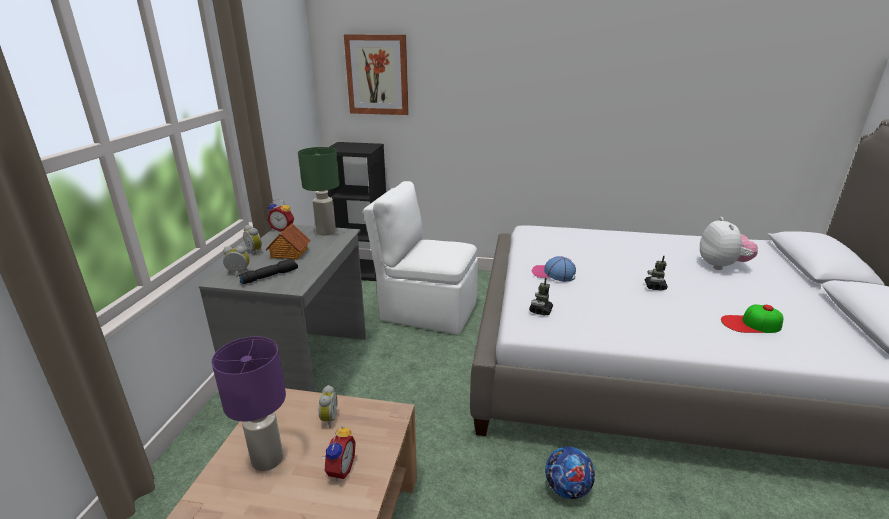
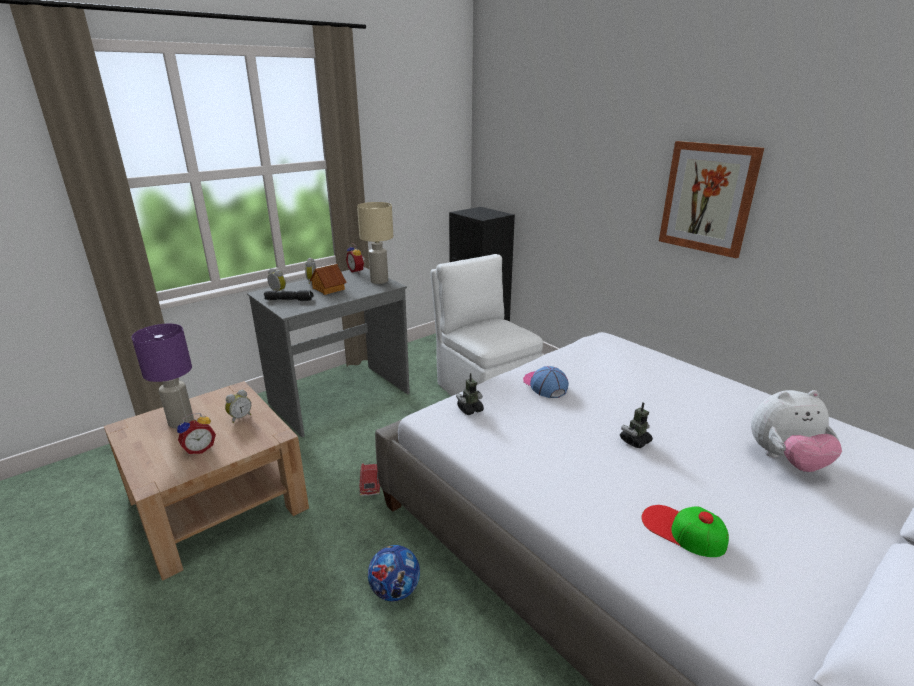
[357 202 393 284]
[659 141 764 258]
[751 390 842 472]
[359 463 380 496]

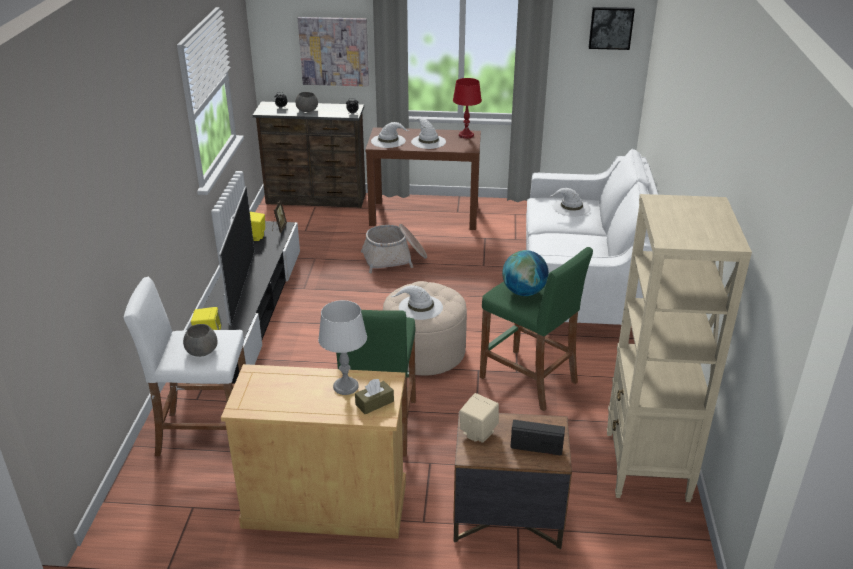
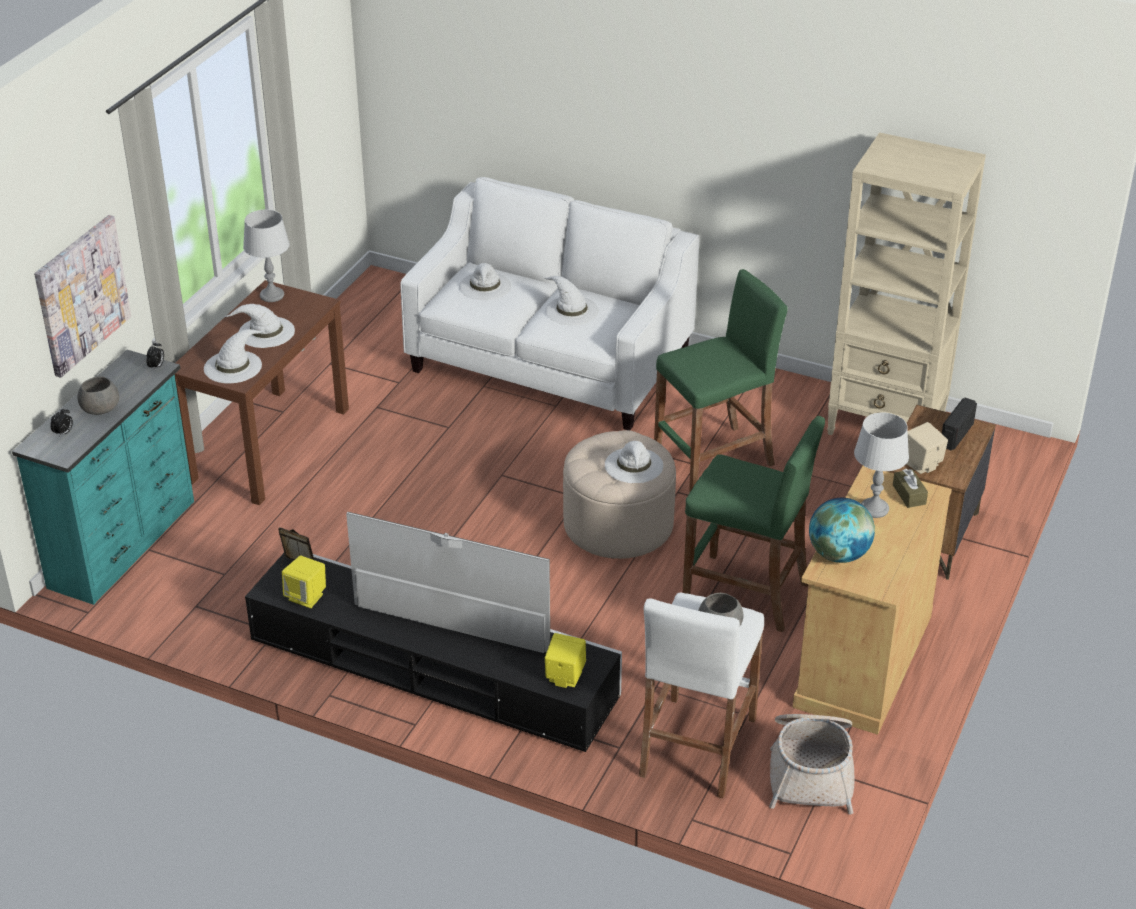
[12 350 194 605]
[769 714 854 814]
[243 210 290 302]
[809 498 875 563]
[589 7 635 50] (first image)
[542 276 599 326]

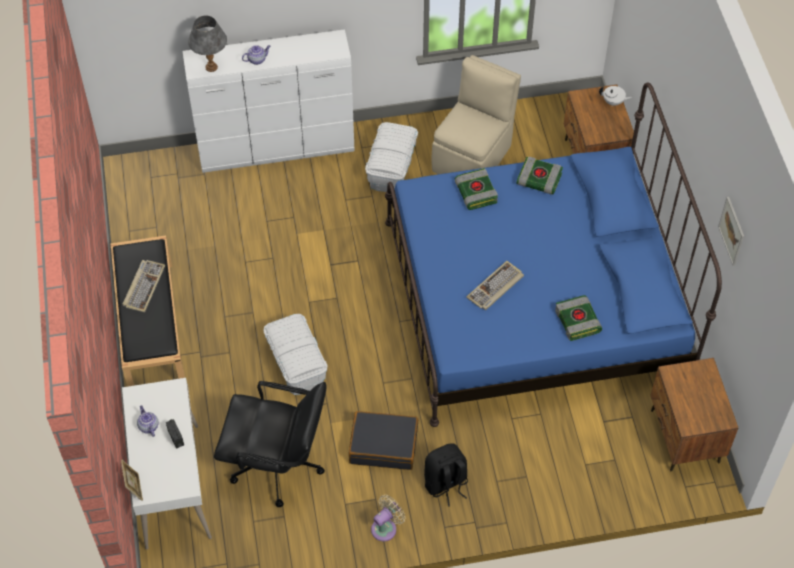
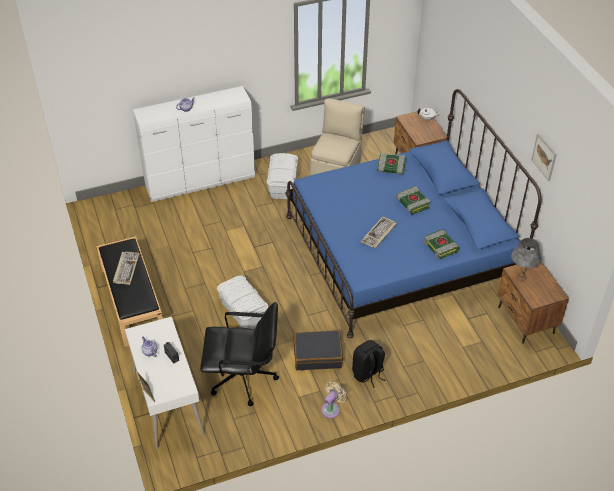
[511 238 542 281]
[396 187 430 214]

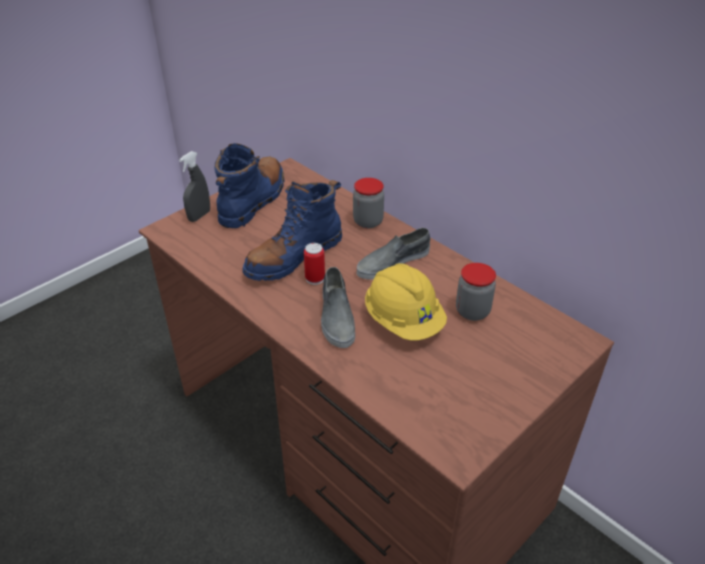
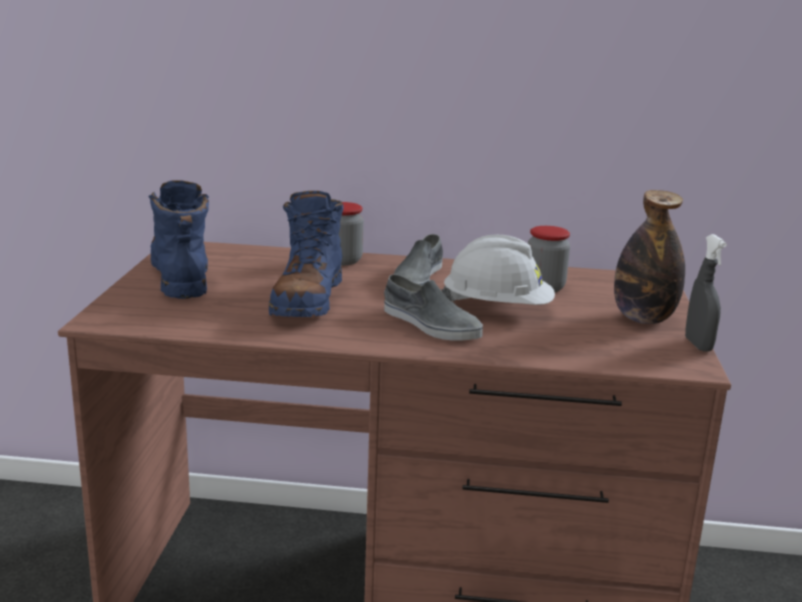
[685 234 727 352]
[304 243 325 285] (first image)
[441 235 555 305]
[614 190 685 324]

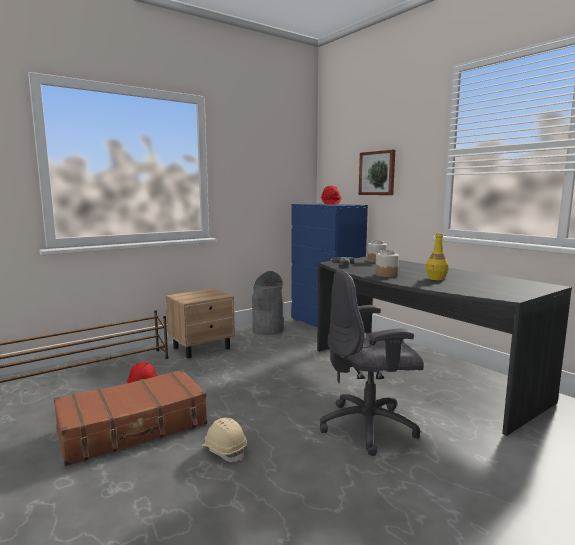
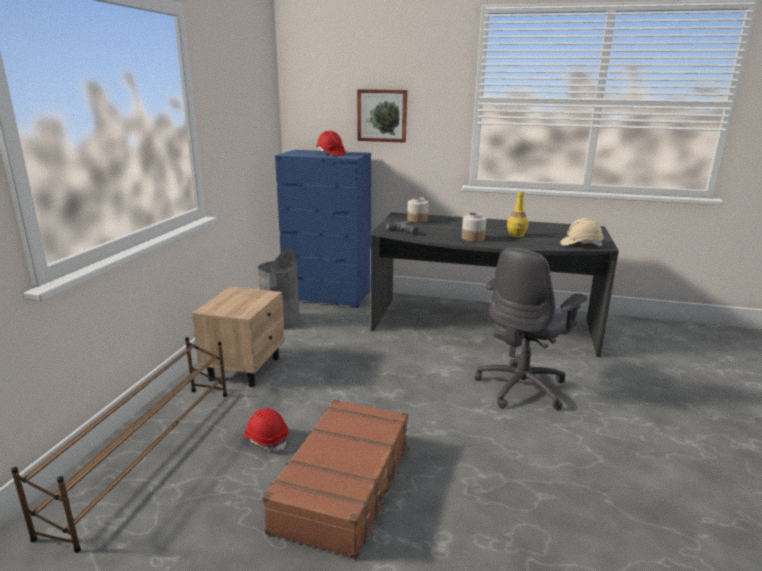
[560 218 604 246]

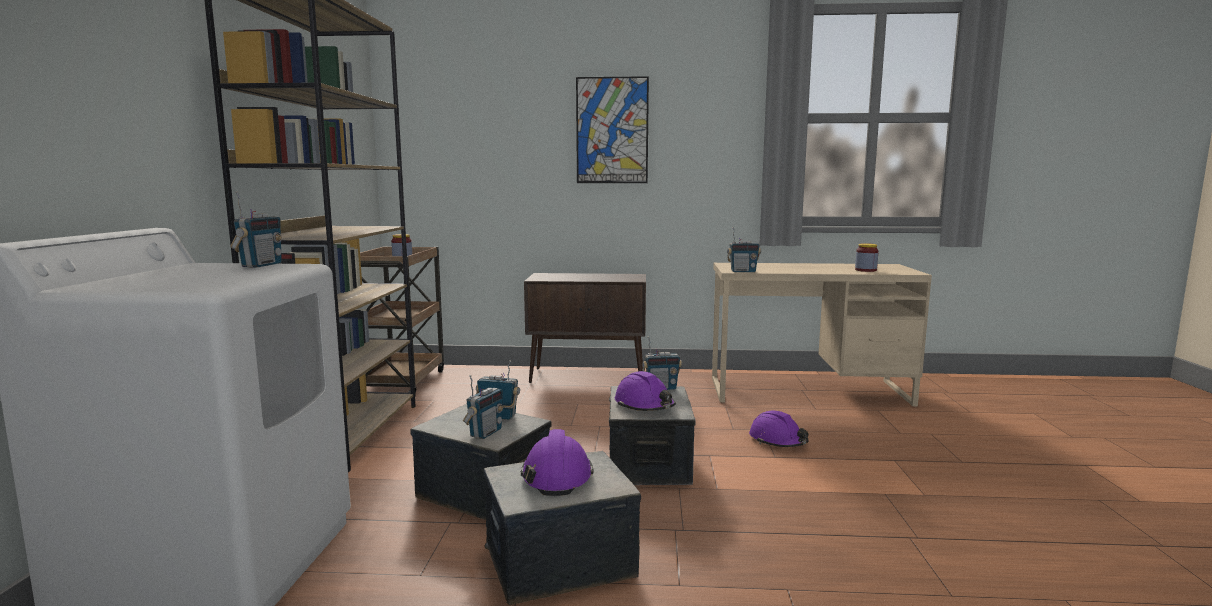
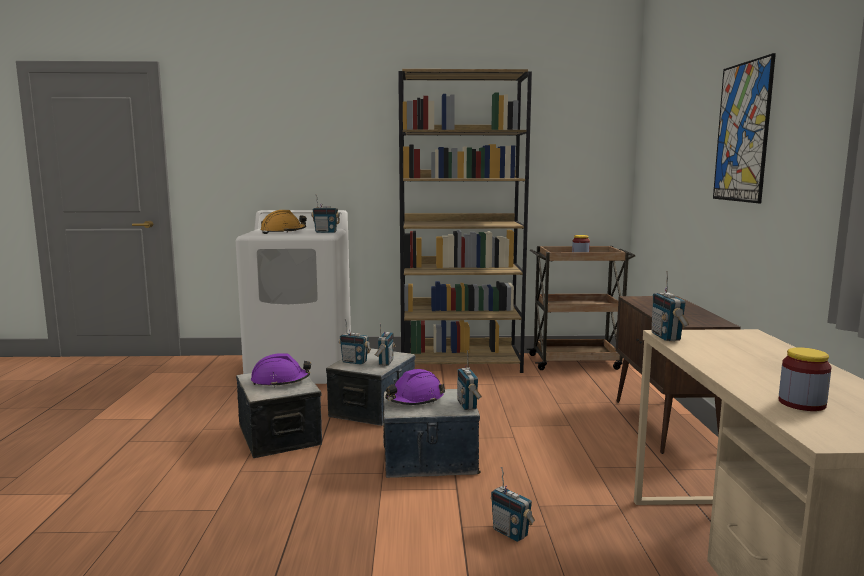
[491 467 535 542]
[261 210 307 234]

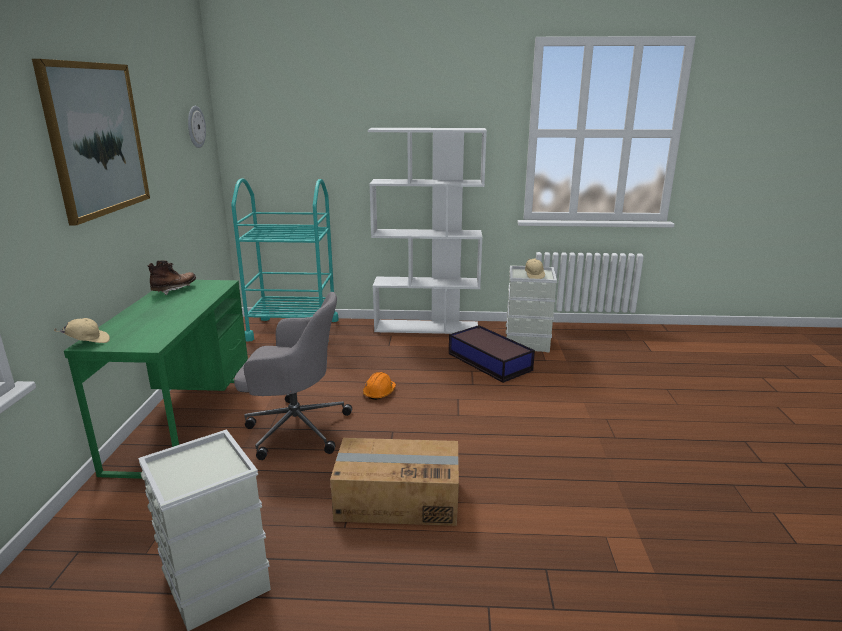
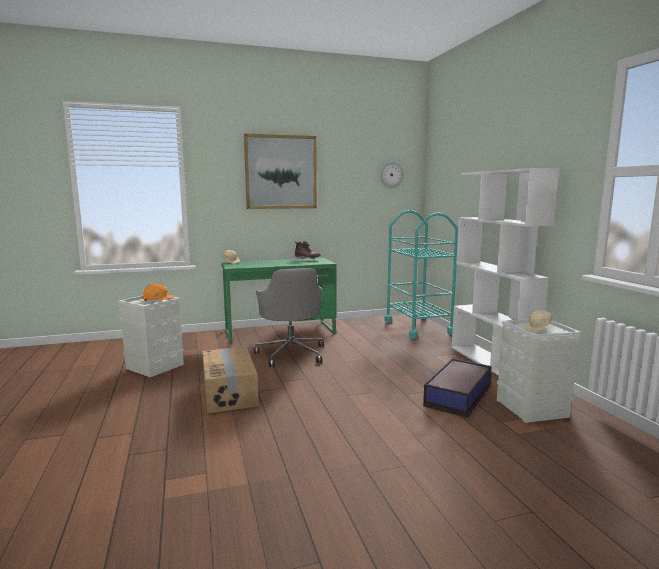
[141 283 174 301]

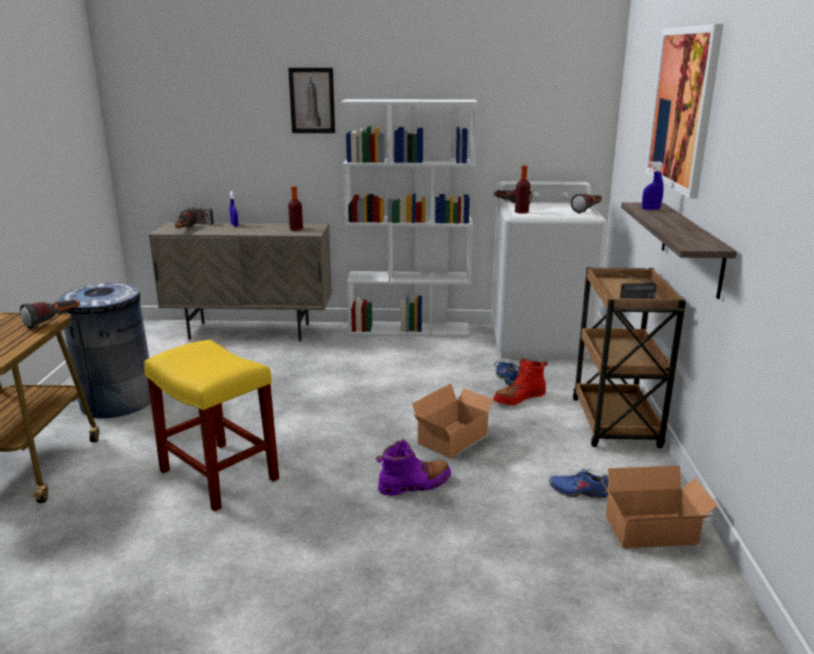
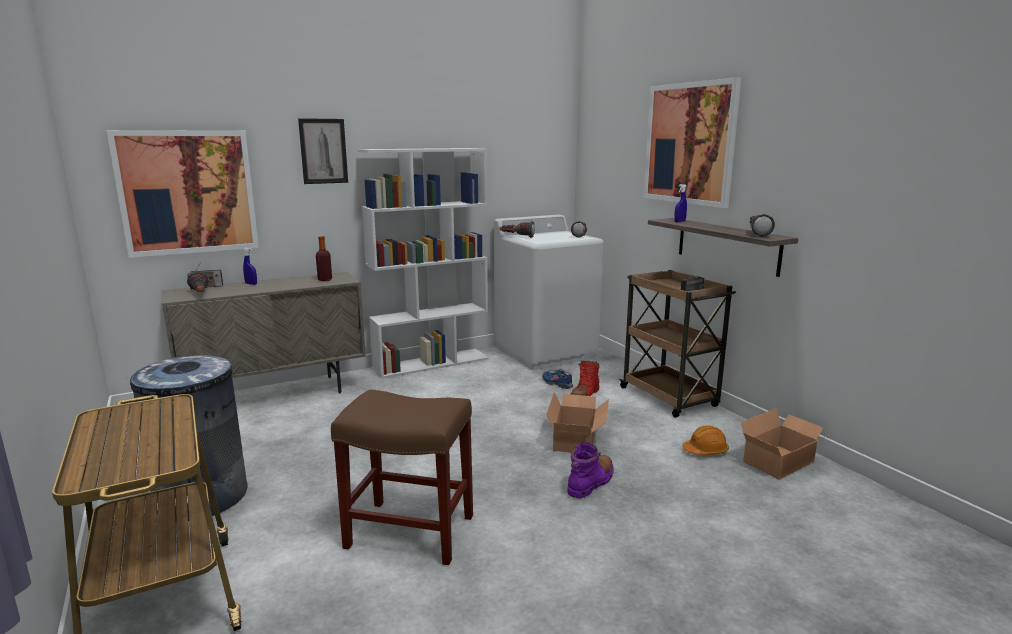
[750 214 775 237]
[331 390 473 565]
[515 165 530 214] (first image)
[683 425 729 455]
[107 130 259 258]

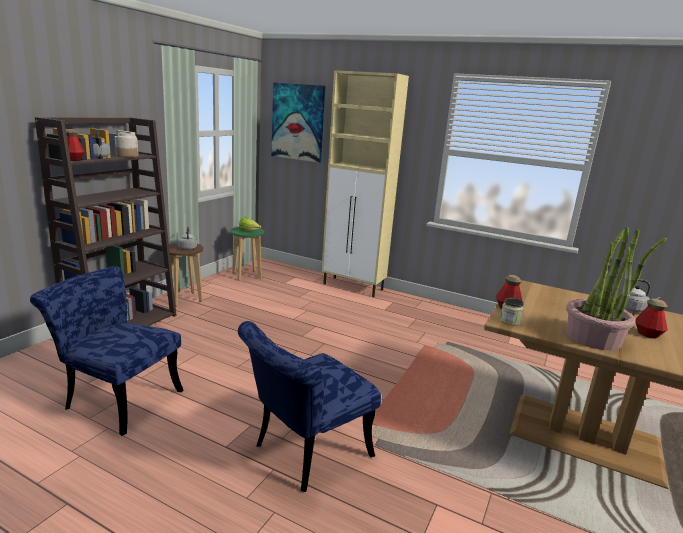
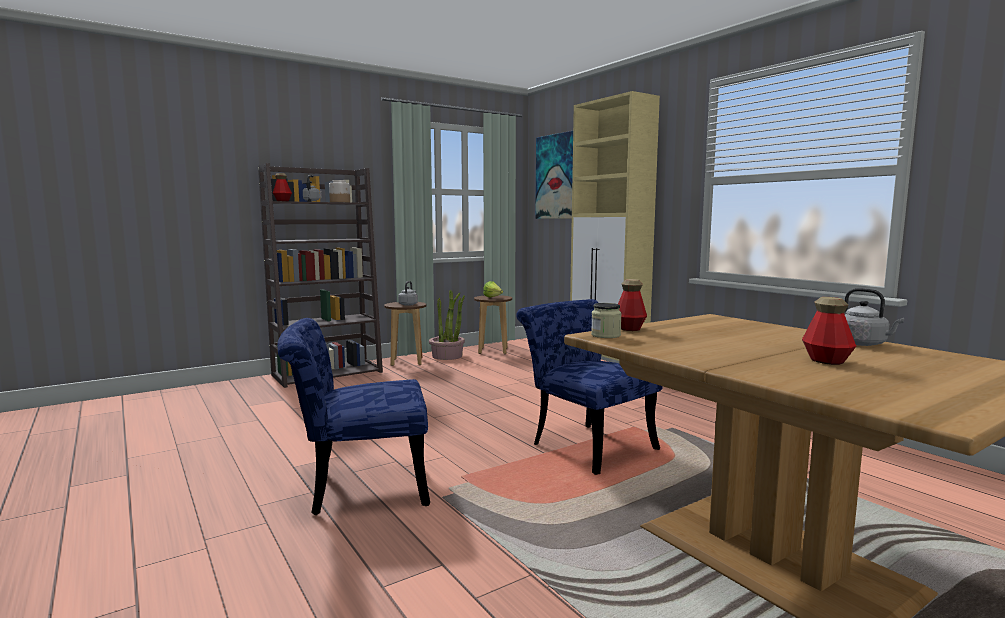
[516 299 663 475]
[474 295 512 354]
[429 290 465 360]

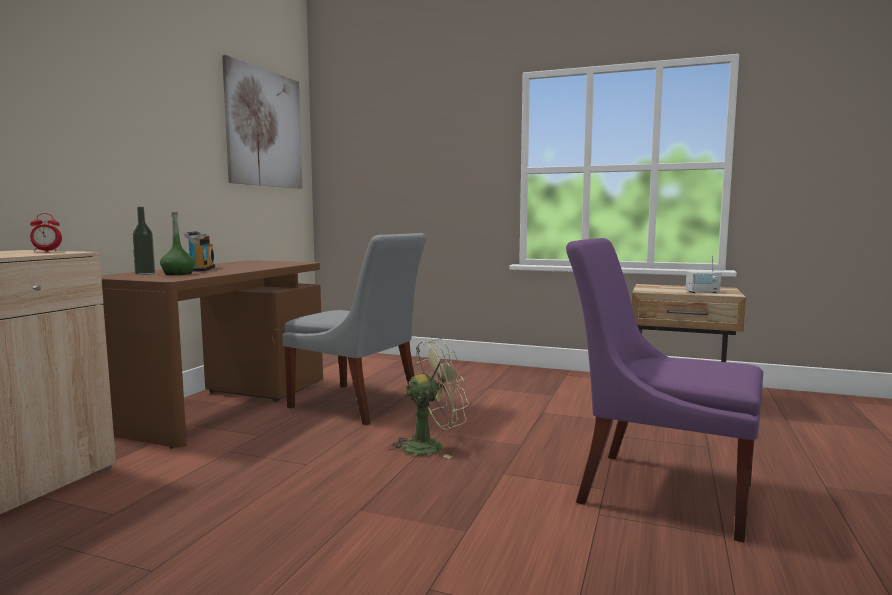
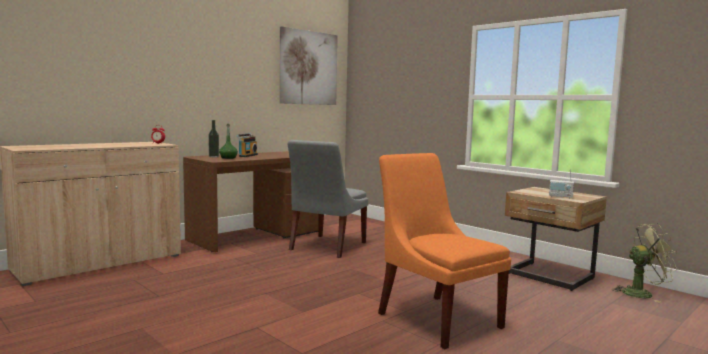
[288 140 368 258]
[612 224 679 303]
[378 153 511 349]

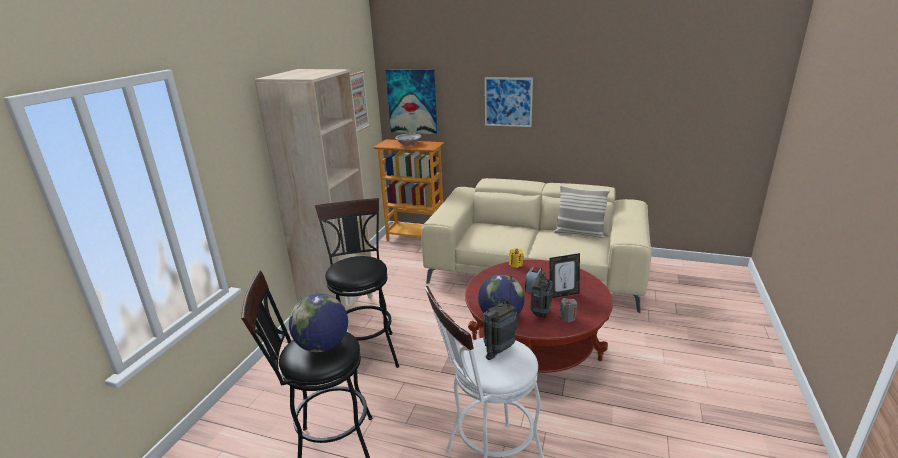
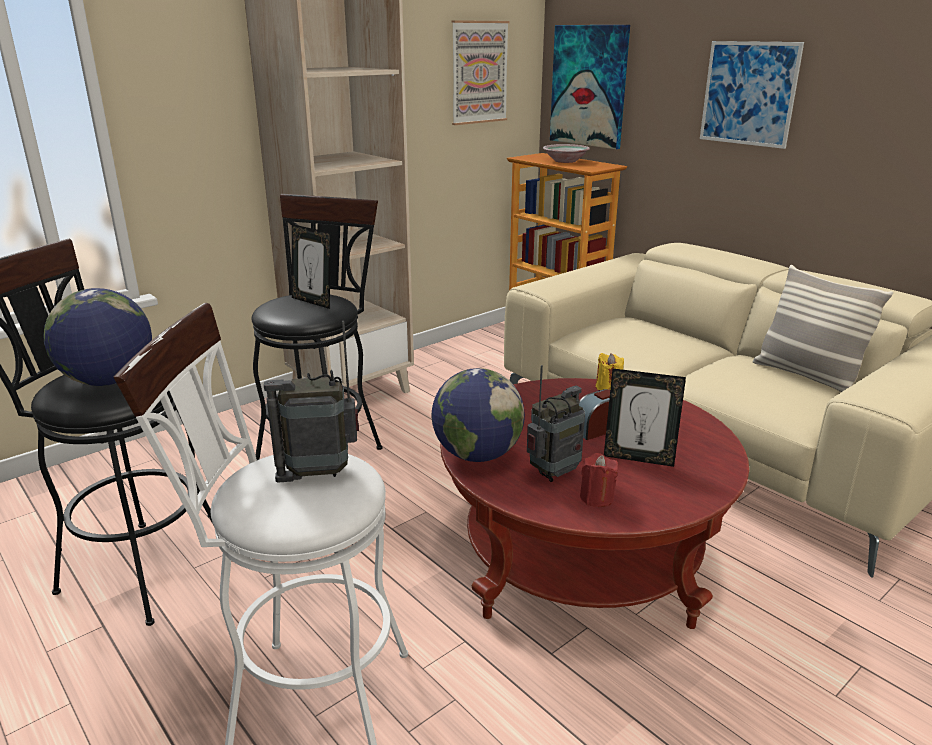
[580 453 618 507]
[292 224 331 309]

